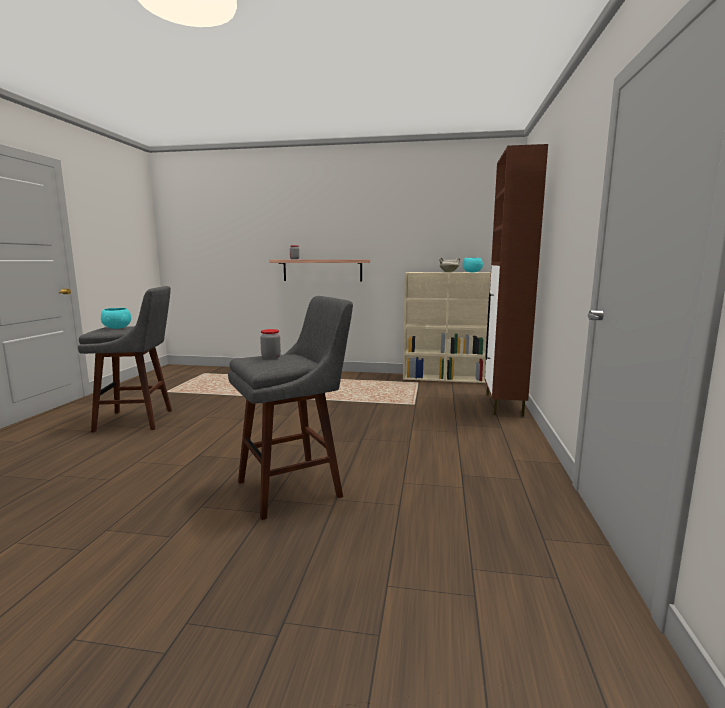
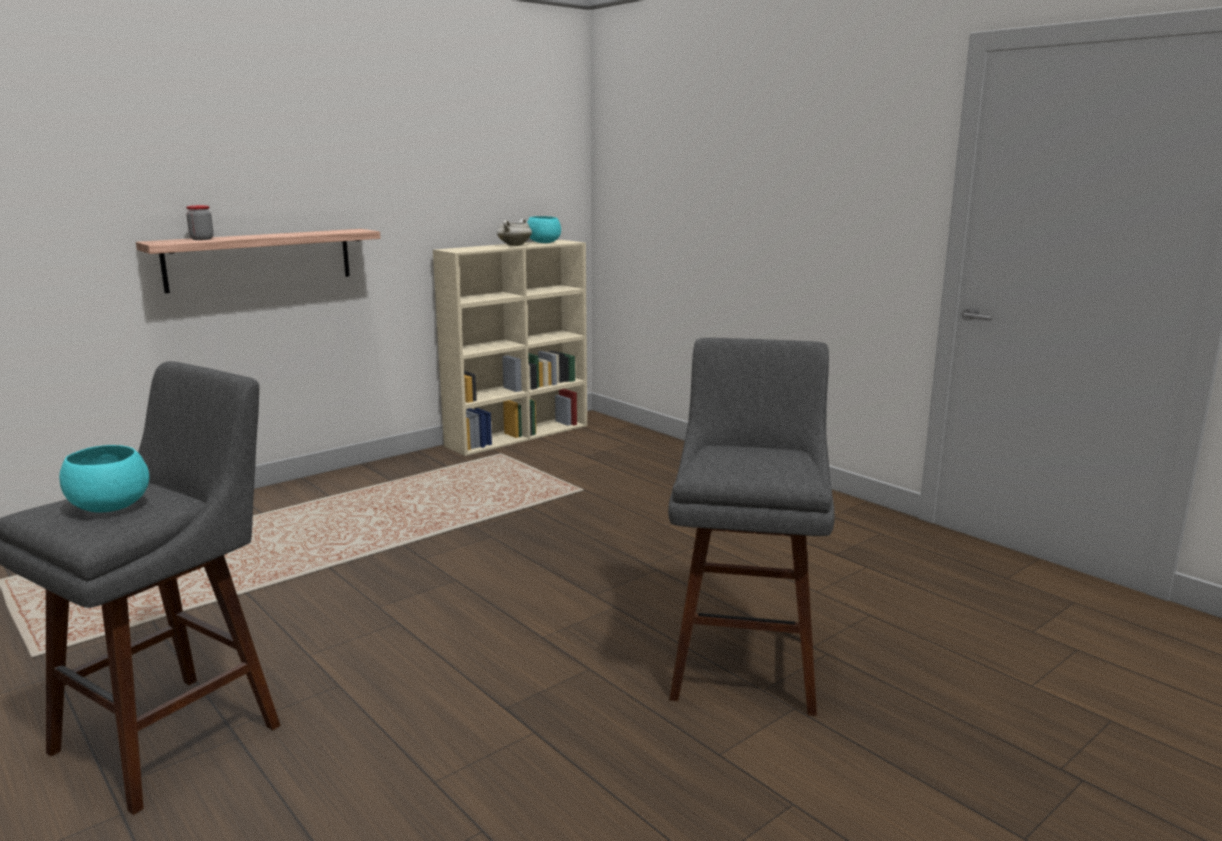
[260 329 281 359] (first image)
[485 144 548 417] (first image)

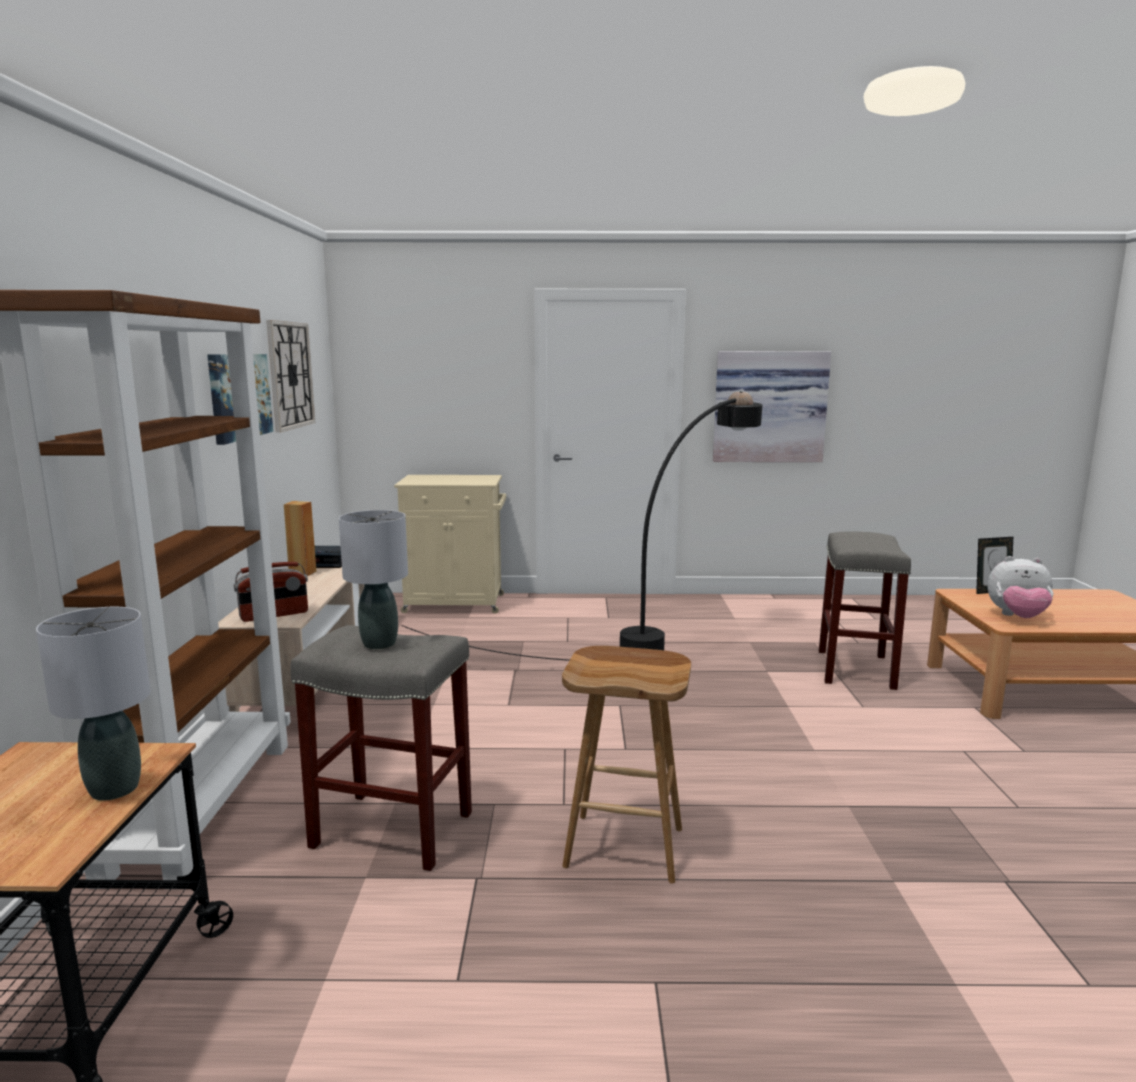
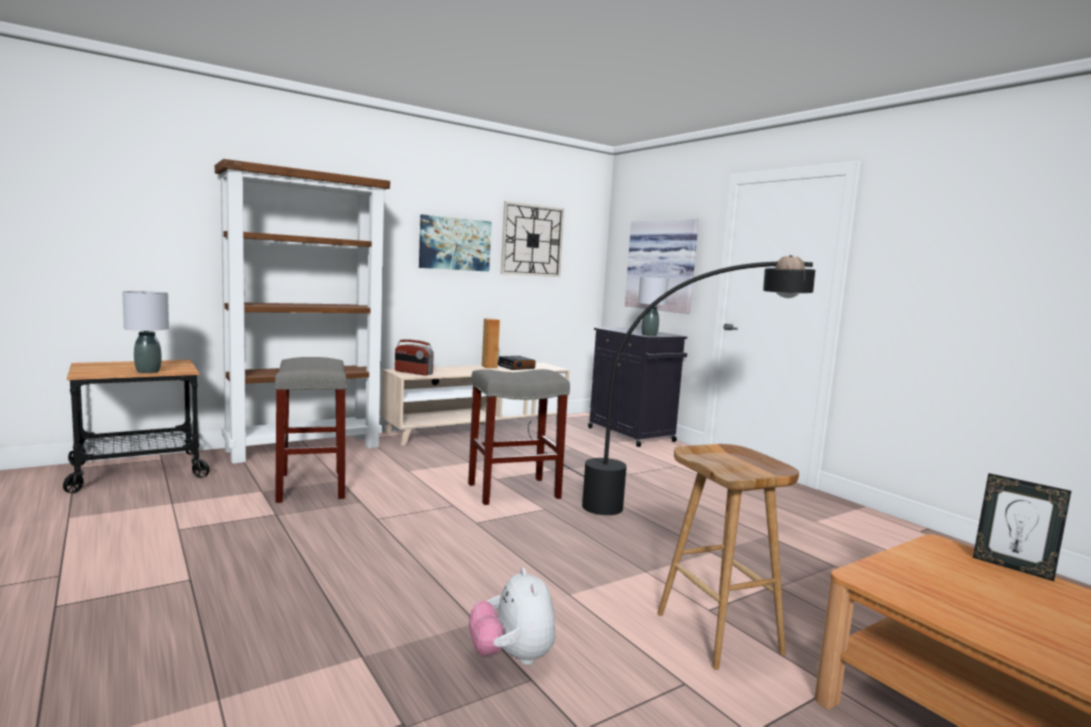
[638 277 668 336]
[588 328 687 447]
[657 444 799 670]
[625 219 699 314]
[468 369 570 505]
[469 568 555 665]

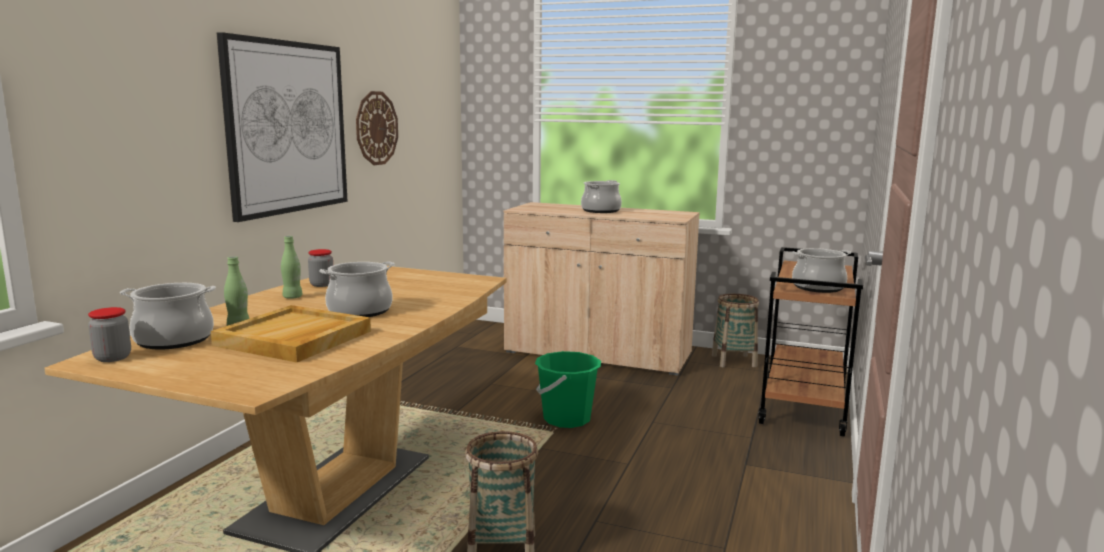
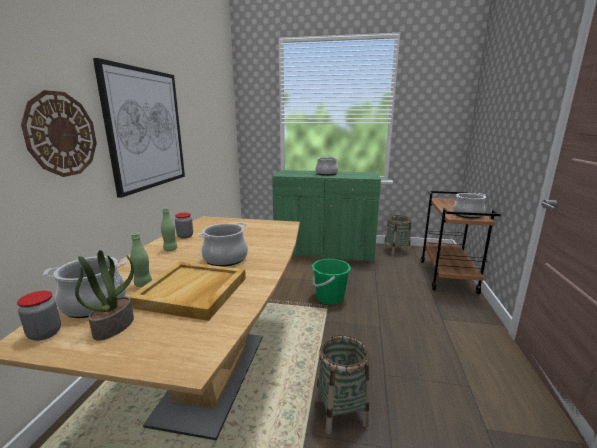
[21 90 97 177]
[272 170 381 262]
[75 250 134 341]

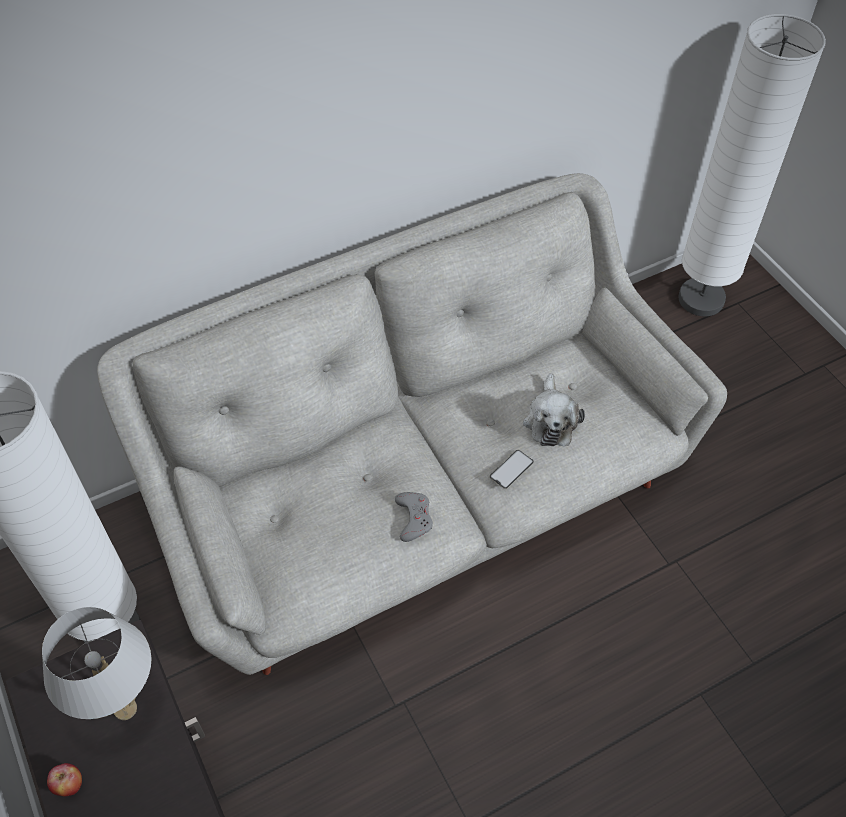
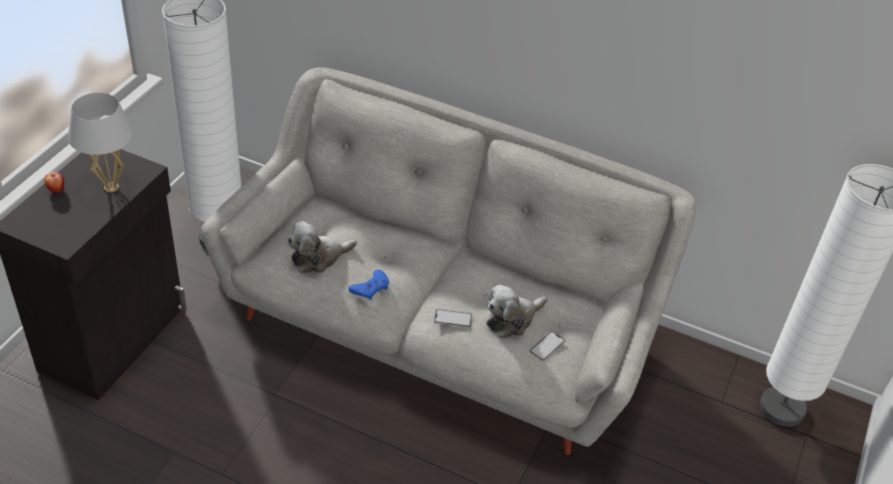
[348 270 389 300]
[287 221 357 273]
[530 331 565 361]

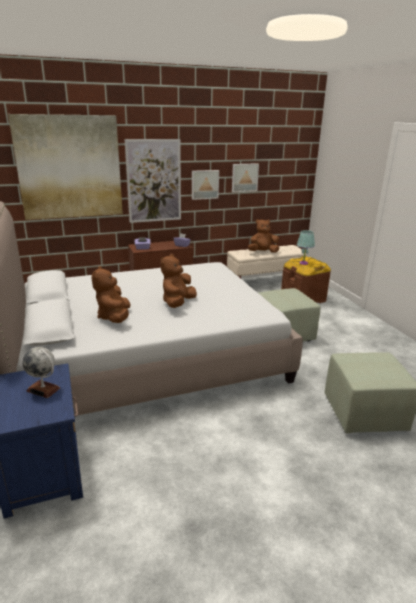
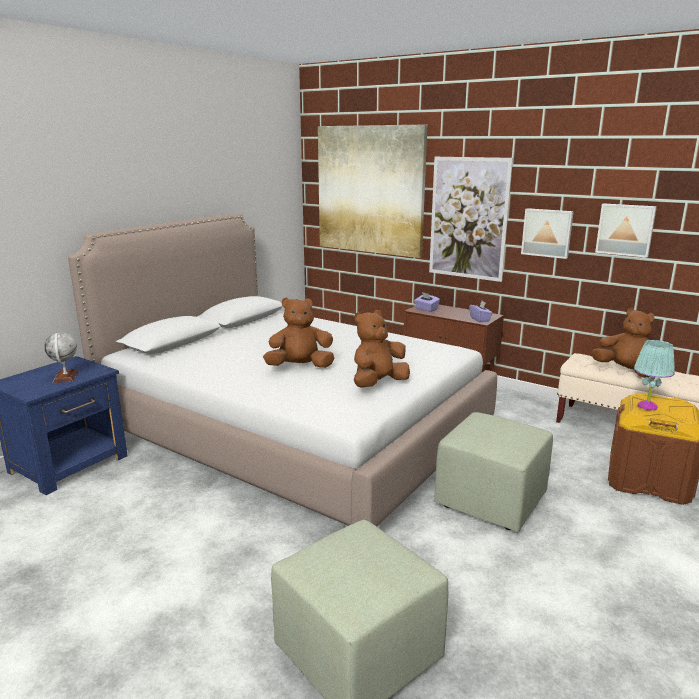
[354 310 410 388]

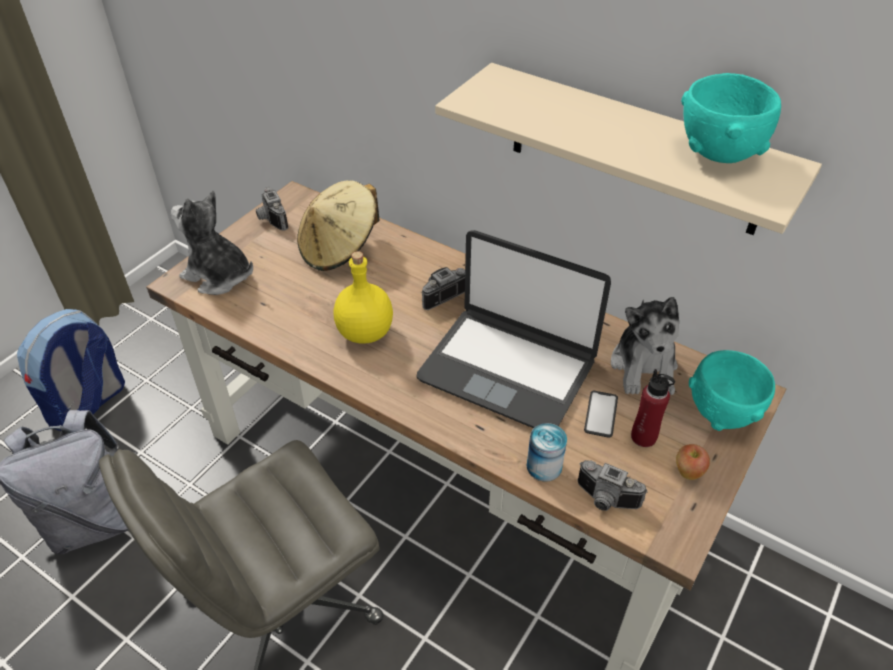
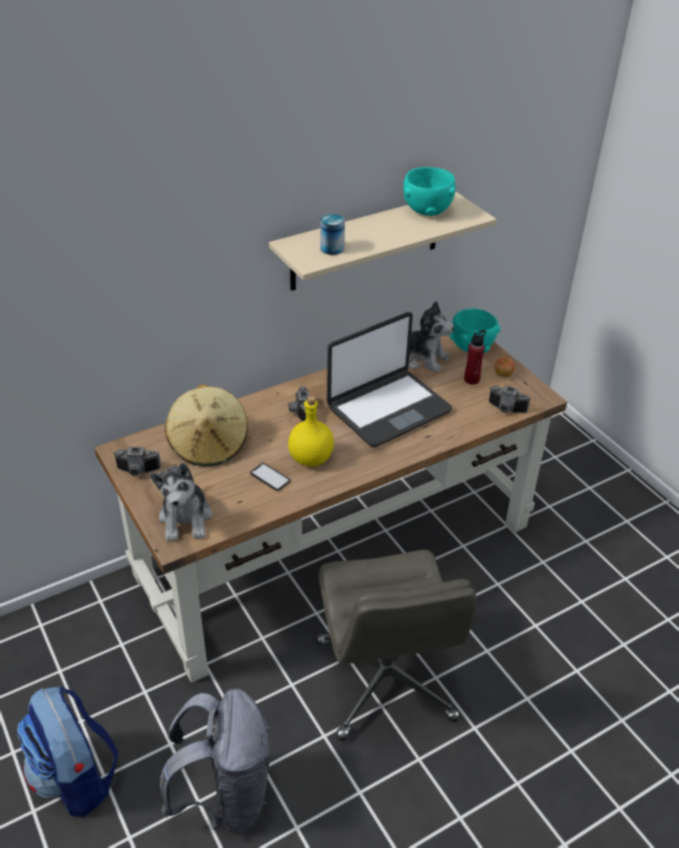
[150 463 212 541]
[320 214 345 255]
[489 386 531 413]
[250 463 291 491]

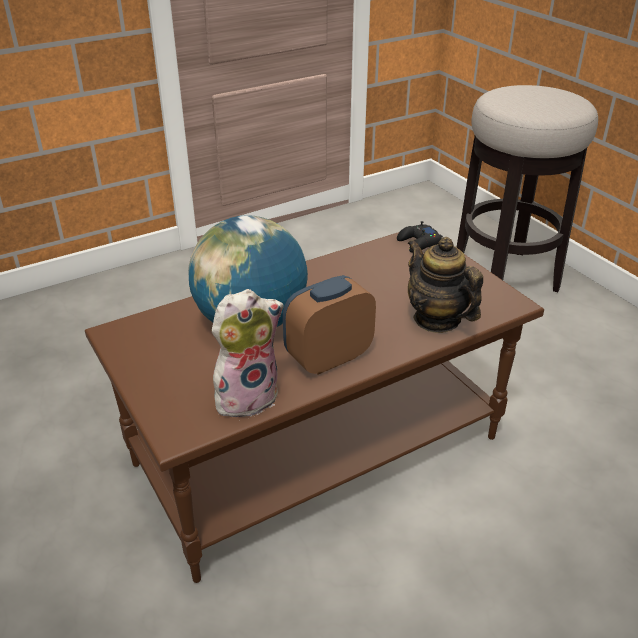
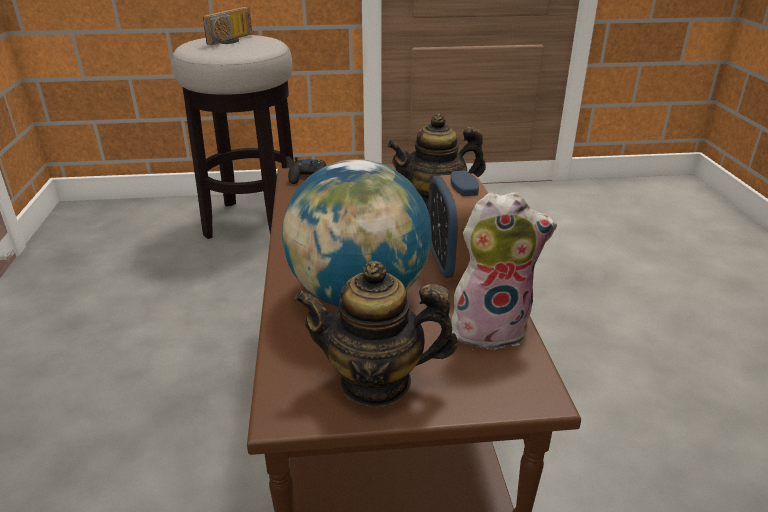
[452 192 557 350]
[203 7 252 45]
[294 261 458 406]

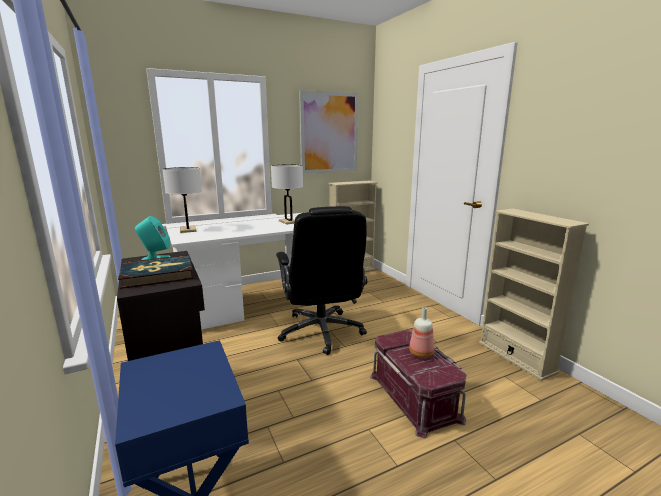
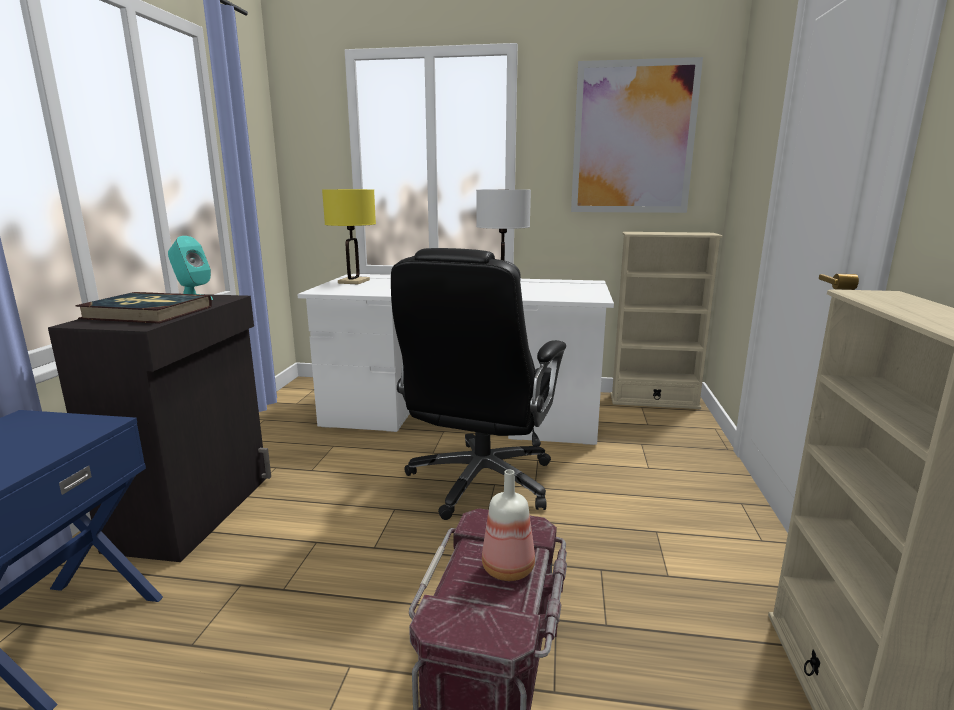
[322 189 376 284]

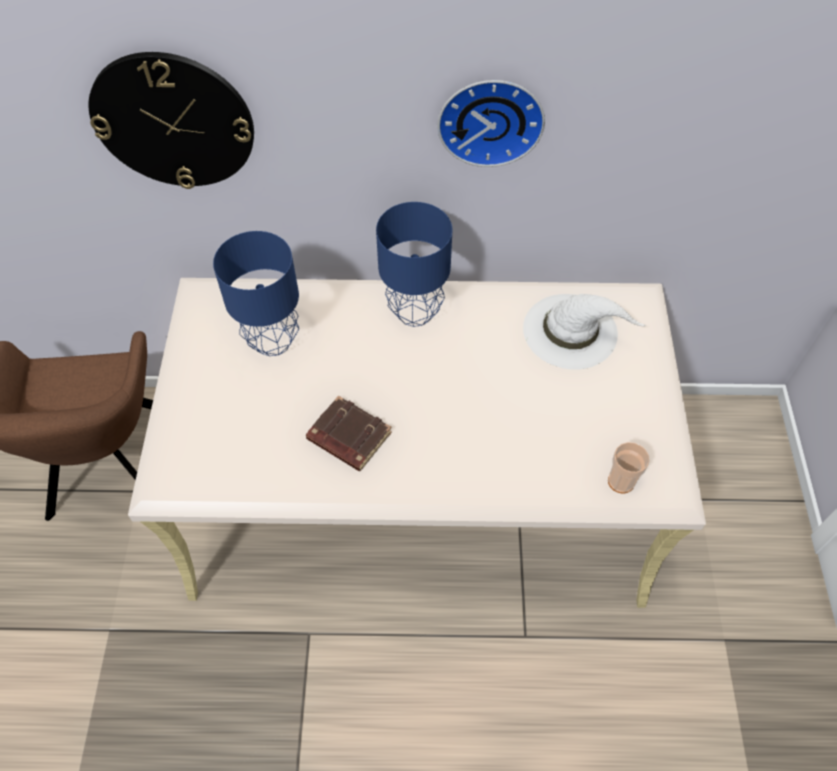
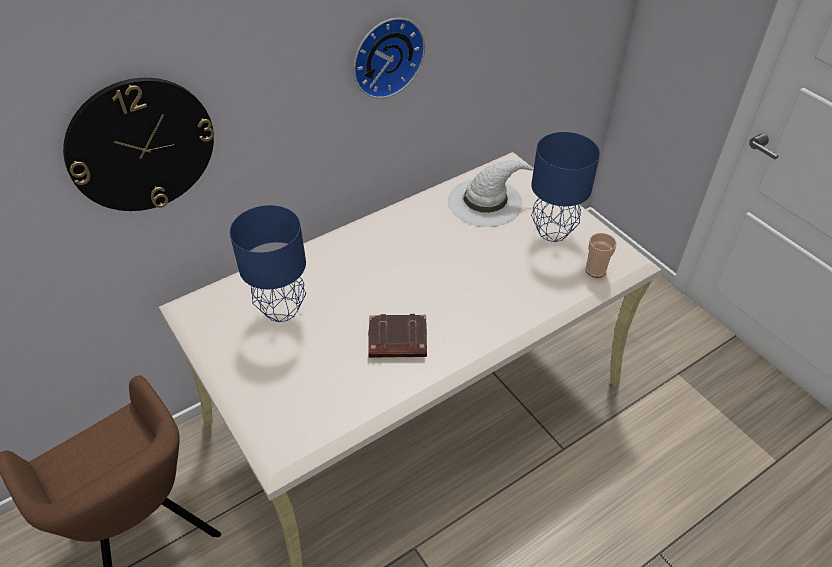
[531 132 600 242]

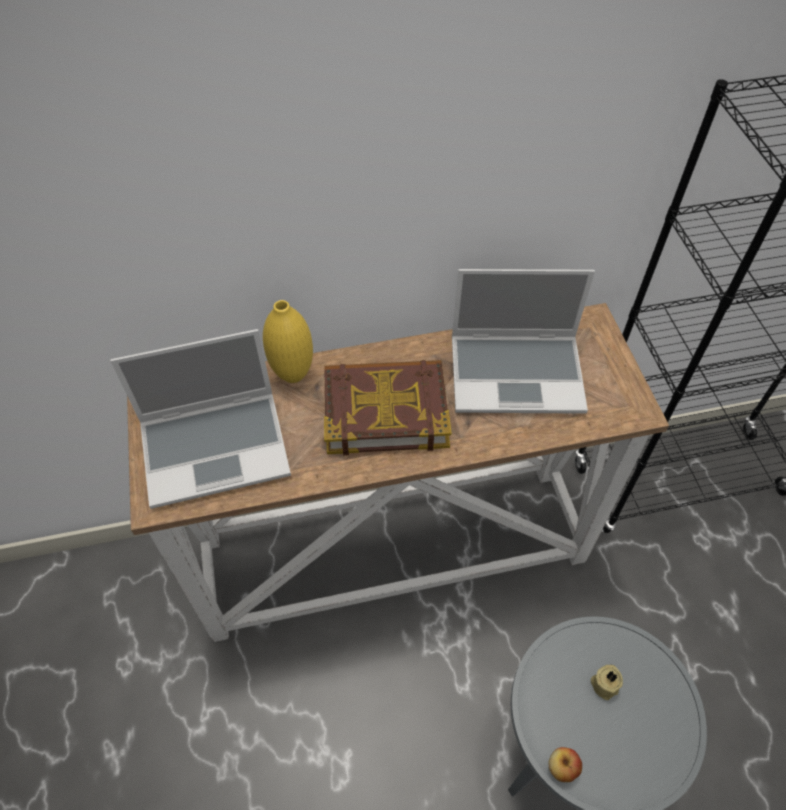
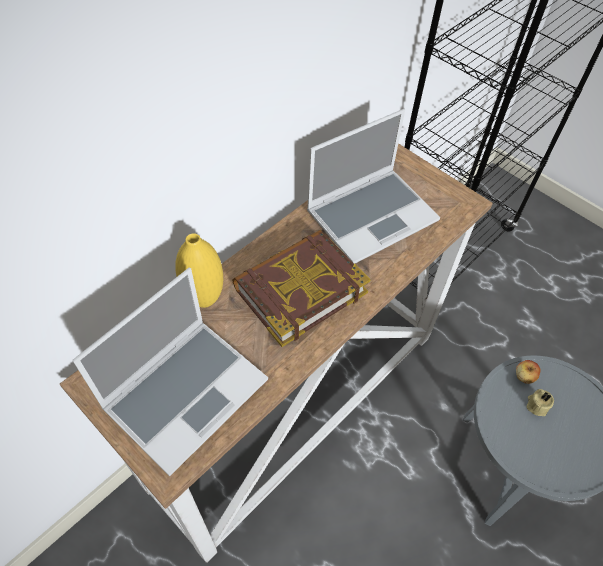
[516 360 540 384]

